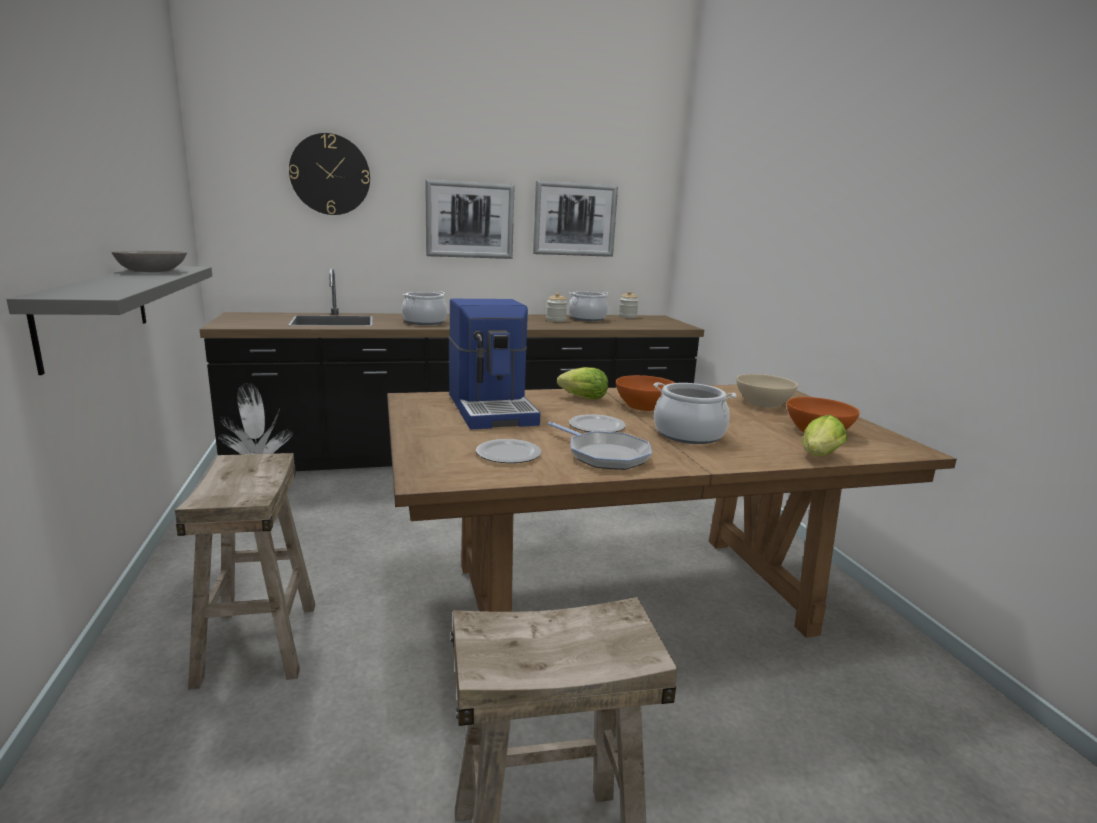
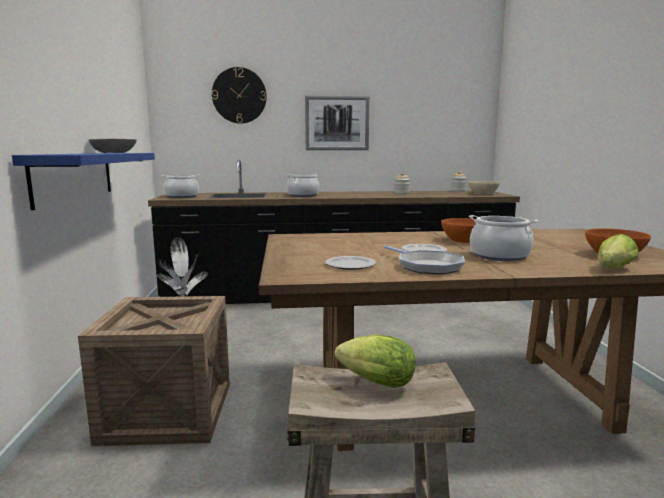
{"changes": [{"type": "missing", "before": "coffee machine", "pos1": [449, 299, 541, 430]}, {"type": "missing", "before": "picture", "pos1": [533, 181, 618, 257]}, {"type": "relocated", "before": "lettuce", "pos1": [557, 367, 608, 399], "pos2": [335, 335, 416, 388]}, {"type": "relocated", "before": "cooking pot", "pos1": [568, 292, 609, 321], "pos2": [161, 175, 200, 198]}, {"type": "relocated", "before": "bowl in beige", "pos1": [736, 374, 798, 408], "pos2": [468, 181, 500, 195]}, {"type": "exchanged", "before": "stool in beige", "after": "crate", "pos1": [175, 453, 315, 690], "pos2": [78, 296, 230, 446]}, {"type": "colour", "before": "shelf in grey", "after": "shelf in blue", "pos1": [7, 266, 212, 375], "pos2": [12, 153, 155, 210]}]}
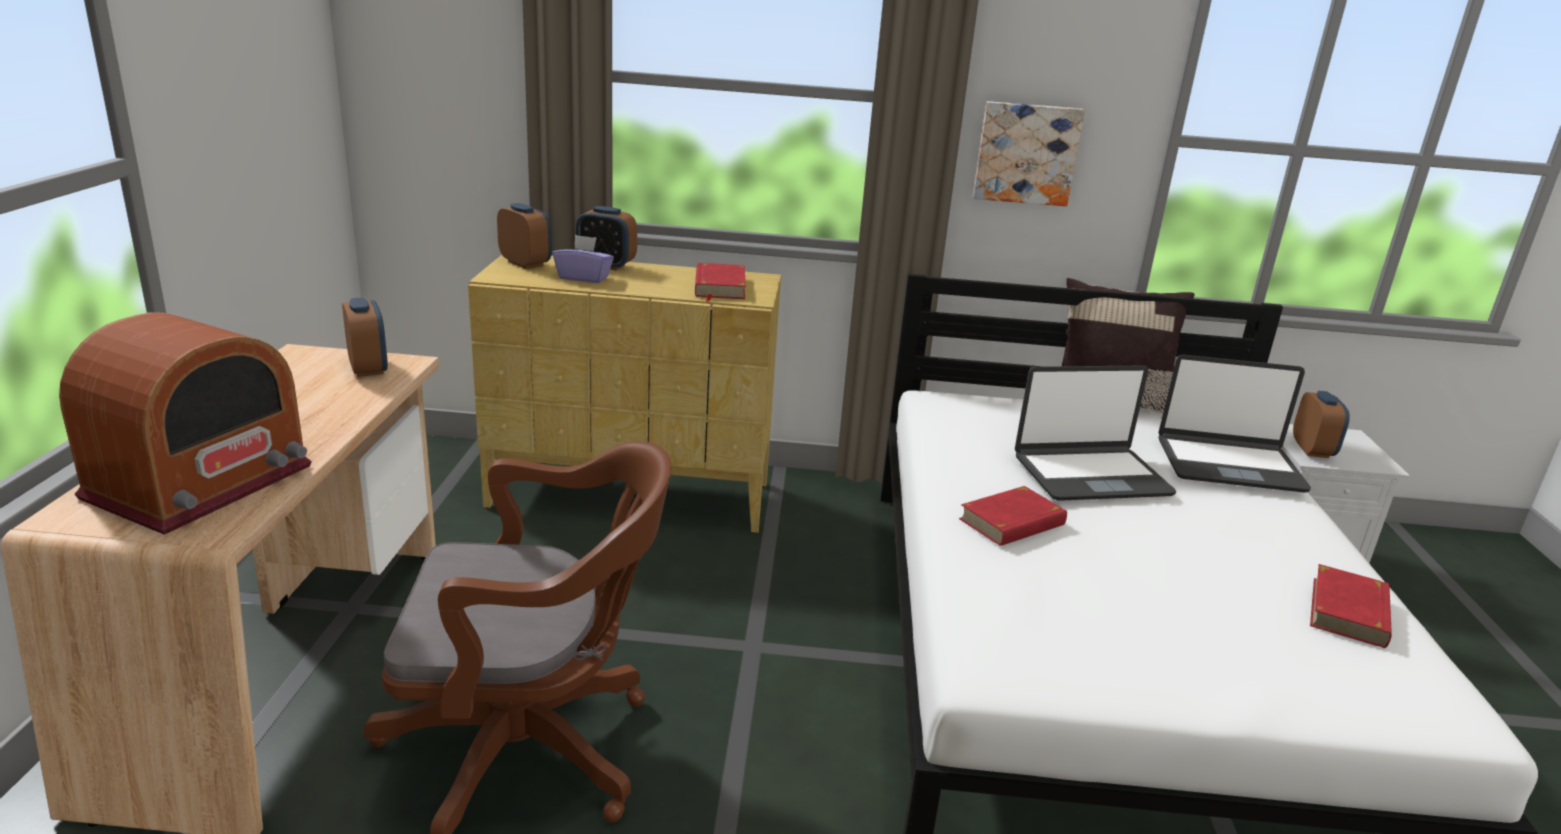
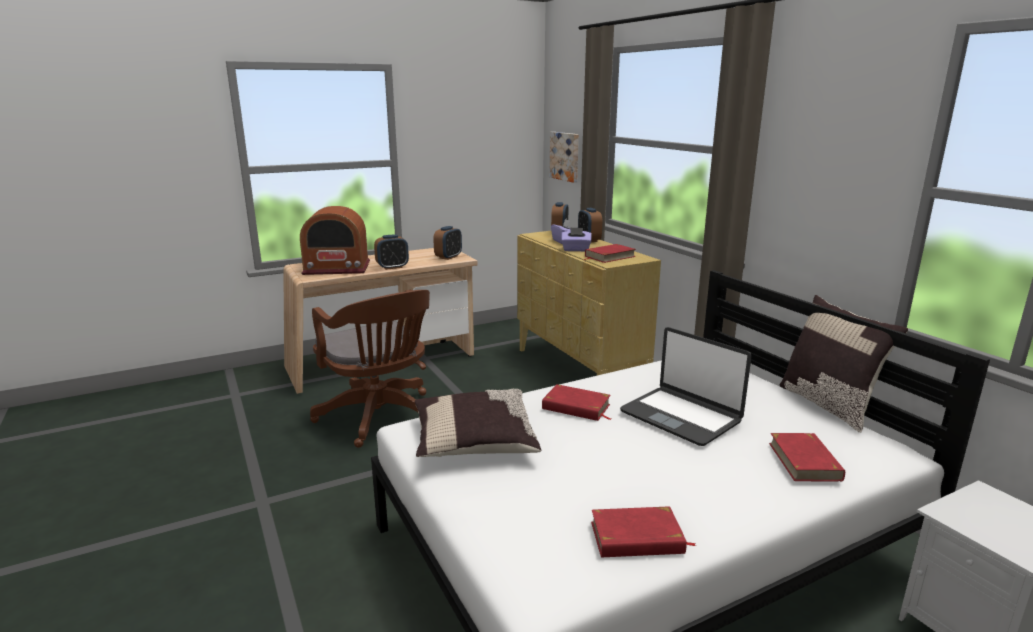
{"changes": [{"type": "appeared", "after": "pillow", "pos2": [415, 389, 542, 457]}, {"type": "appeared", "after": "tissue box in purple", "pos2": [561, 227, 592, 252]}, {"type": "relocated", "before": "picture", "pos1": [973, 101, 1085, 206], "pos2": [549, 132, 579, 182]}, {"type": "relocated", "before": "alarm clock", "pos1": [1293, 391, 1350, 458], "pos2": [374, 234, 409, 270]}, {"type": "exchanged", "before": "laptop", "after": "book in red", "pos1": [1158, 355, 1311, 493], "pos2": [769, 433, 845, 482]}]}
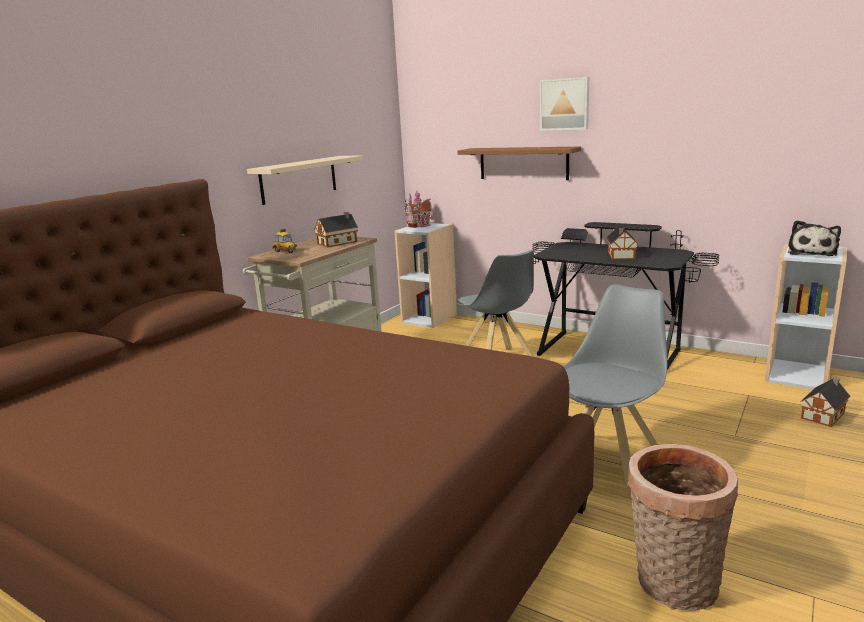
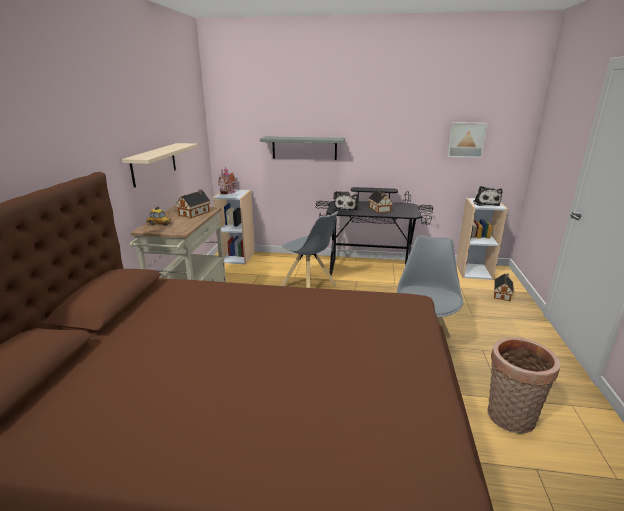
{"changes": [{"type": "appeared", "after": "plush toy", "pos2": [334, 191, 358, 211]}, {"type": "relocated", "before": "picture", "pos1": [540, 77, 589, 131], "pos2": [447, 122, 488, 158]}, {"type": "colour", "before": "shelf in brown", "after": "shelf in grey", "pos1": [457, 147, 581, 180], "pos2": [260, 137, 345, 160]}]}
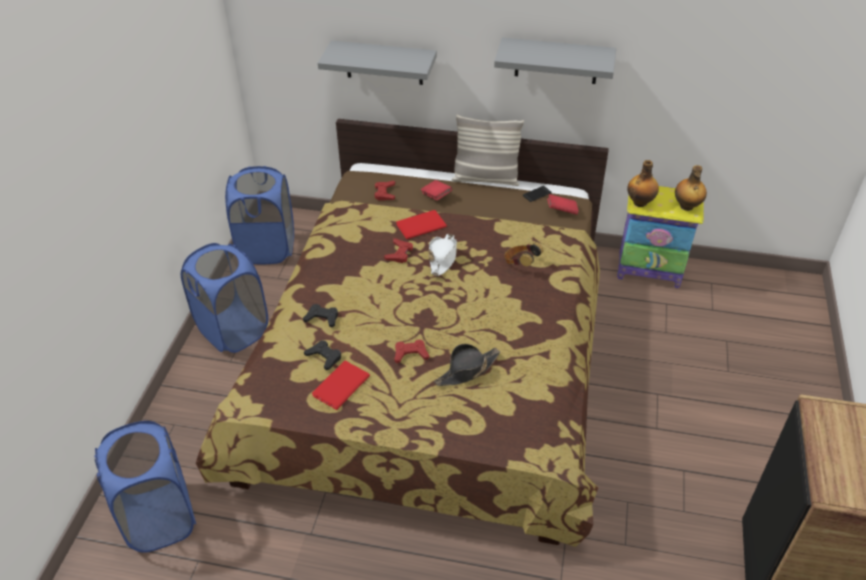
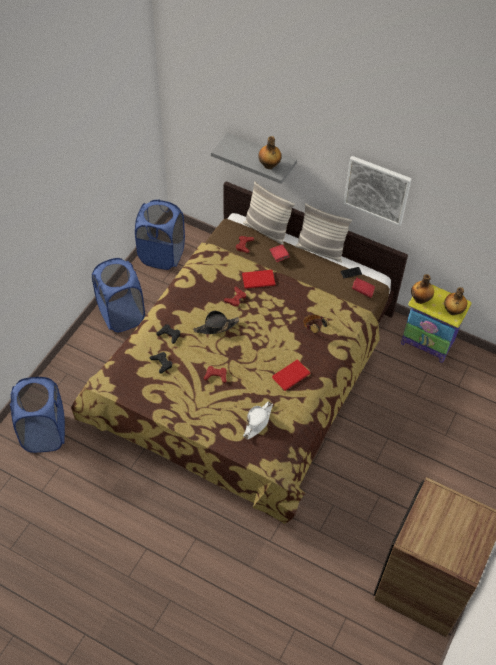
{"changes": [{"type": "appeared", "after": "pillow", "pos2": [243, 182, 295, 245]}, {"type": "appeared", "after": "bottle", "pos2": [258, 136, 282, 169]}, {"type": "relocated", "before": "book in red", "pos1": [312, 361, 370, 410], "pos2": [272, 359, 311, 391]}, {"type": "relocated", "before": "hat in white", "pos1": [429, 234, 457, 276], "pos2": [243, 401, 273, 440]}, {"type": "relocated", "before": "hat in black", "pos1": [434, 344, 500, 386], "pos2": [193, 311, 239, 334]}, {"type": "exchanged", "before": "shelf in grey", "after": "picture", "pos1": [494, 37, 616, 84], "pos2": [343, 156, 412, 226]}]}
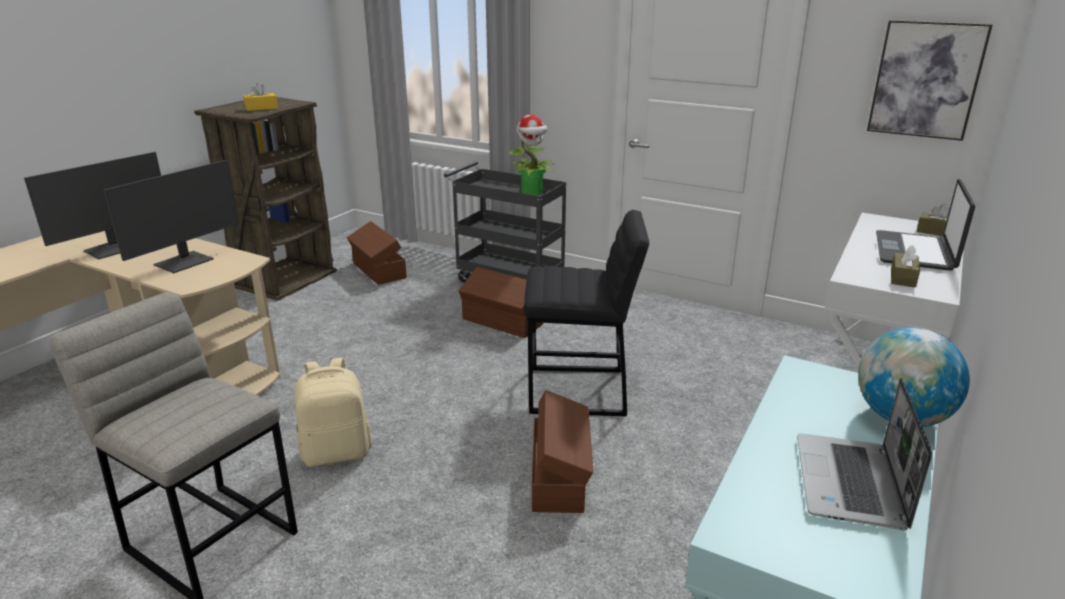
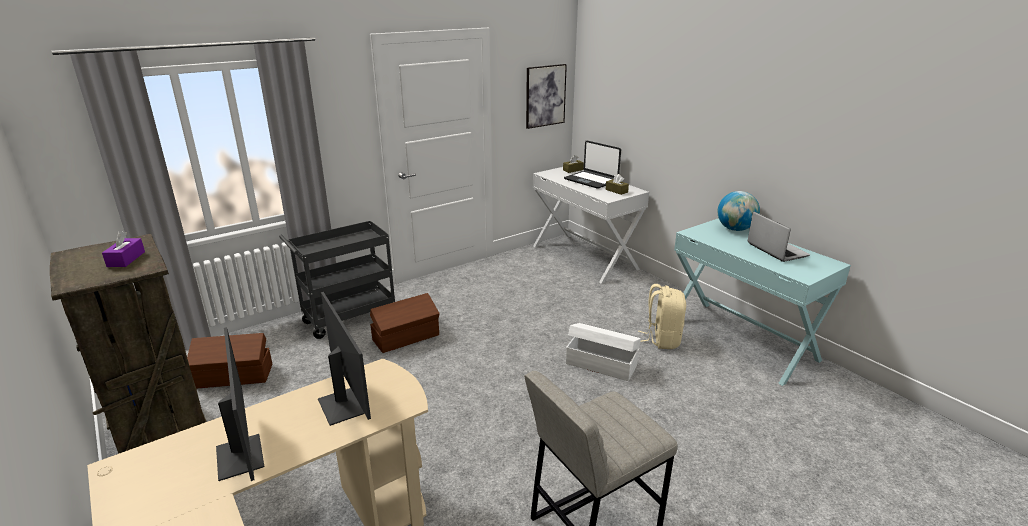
{"changes": [{"type": "missing", "before": "potted plant", "pos1": [509, 115, 555, 196]}, {"type": "missing", "before": "chair in black", "pos1": [524, 210, 649, 416]}, {"type": "relocated", "before": "backpack in beige", "pos1": [295, 358, 372, 467], "pos2": [638, 284, 686, 349]}, {"type": "colour", "before": "tissue box in yellow", "after": "tissue box in purple", "pos1": [243, 83, 278, 111], "pos2": [102, 231, 145, 267]}, {"type": "colour", "before": "storage box in brown", "after": "storage box in white", "pos1": [532, 390, 593, 513], "pos2": [566, 323, 641, 381]}, {"type": "spun", "before": "laptop", "pos1": [797, 378, 932, 531], "pos2": [748, 211, 810, 262], "turn": -150}]}
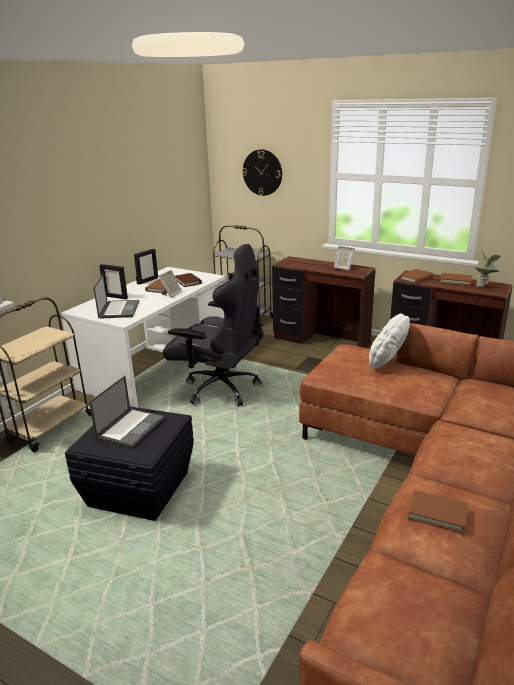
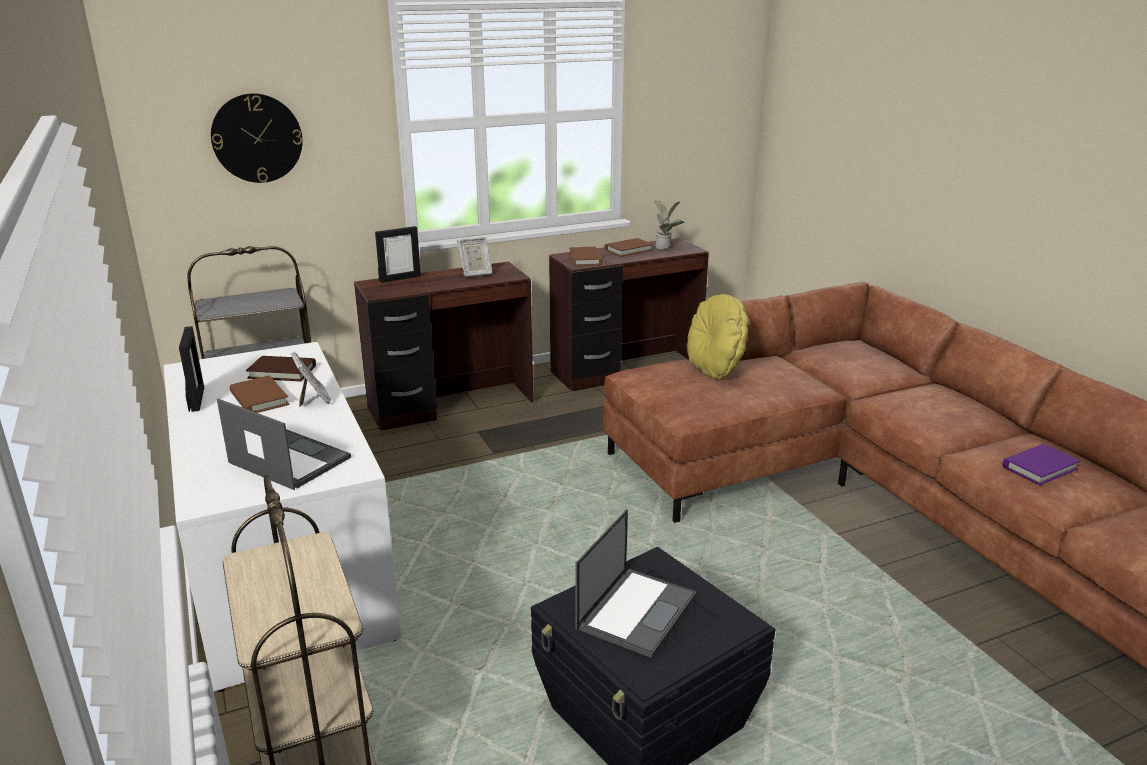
{"changes": [{"type": "missing", "before": "office chair in black", "pos1": [163, 244, 264, 407]}, {"type": "relocated", "before": "picture frame", "pos1": [99, 264, 128, 299], "pos2": [375, 226, 421, 283]}, {"type": "colour", "before": "pillow in white", "after": "pillow in yellow", "pos1": [369, 314, 410, 368], "pos2": [687, 294, 749, 380]}, {"type": "colour", "before": "book in brown", "after": "book in purple", "pos1": [408, 490, 468, 534], "pos2": [1002, 444, 1080, 485]}, {"type": "spun", "before": "laptop", "pos1": [89, 376, 164, 448], "pos2": [575, 509, 696, 658], "turn": 60}]}
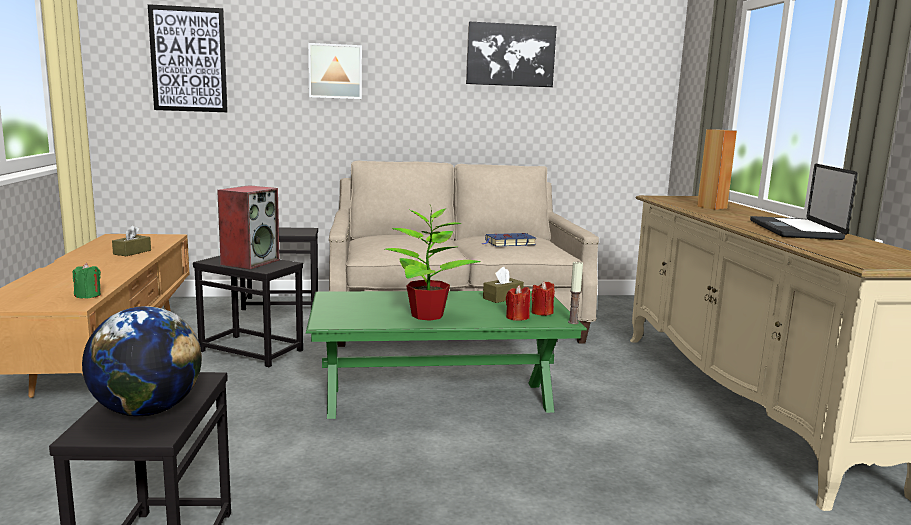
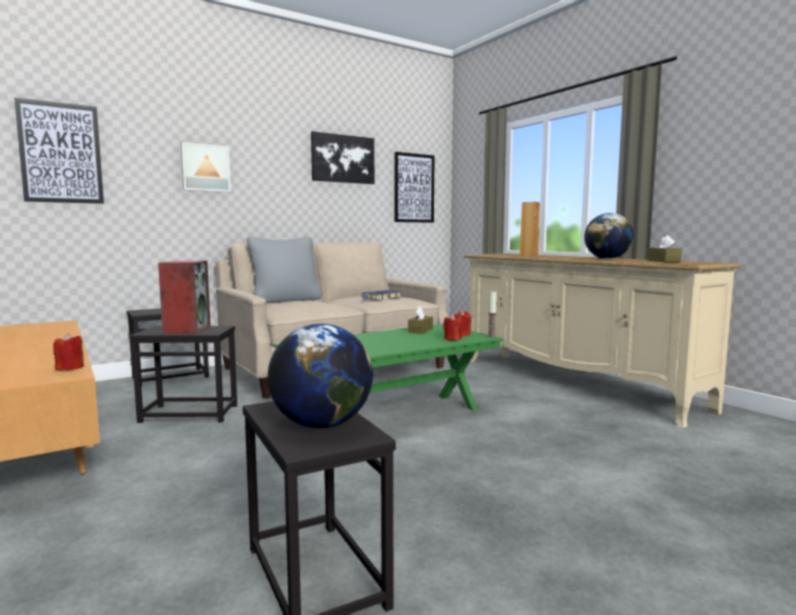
{"changes": [{"type": "missing", "before": "potted plant", "pos1": [385, 205, 481, 321]}, {"type": "appeared", "after": "pillow in grey", "pos2": [247, 237, 322, 303]}, {"type": "appeared", "after": "picture", "pos2": [394, 152, 434, 223]}, {"type": "relocated", "before": "tissue box in brown", "pos1": [112, 225, 151, 256], "pos2": [648, 235, 682, 262]}, {"type": "exchanged", "before": "laptop", "after": "globe", "pos1": [750, 164, 858, 240], "pos2": [584, 213, 633, 259]}, {"type": "colour", "before": "candle in green", "after": "candle in red", "pos1": [73, 263, 101, 299], "pos2": [53, 333, 84, 370]}]}
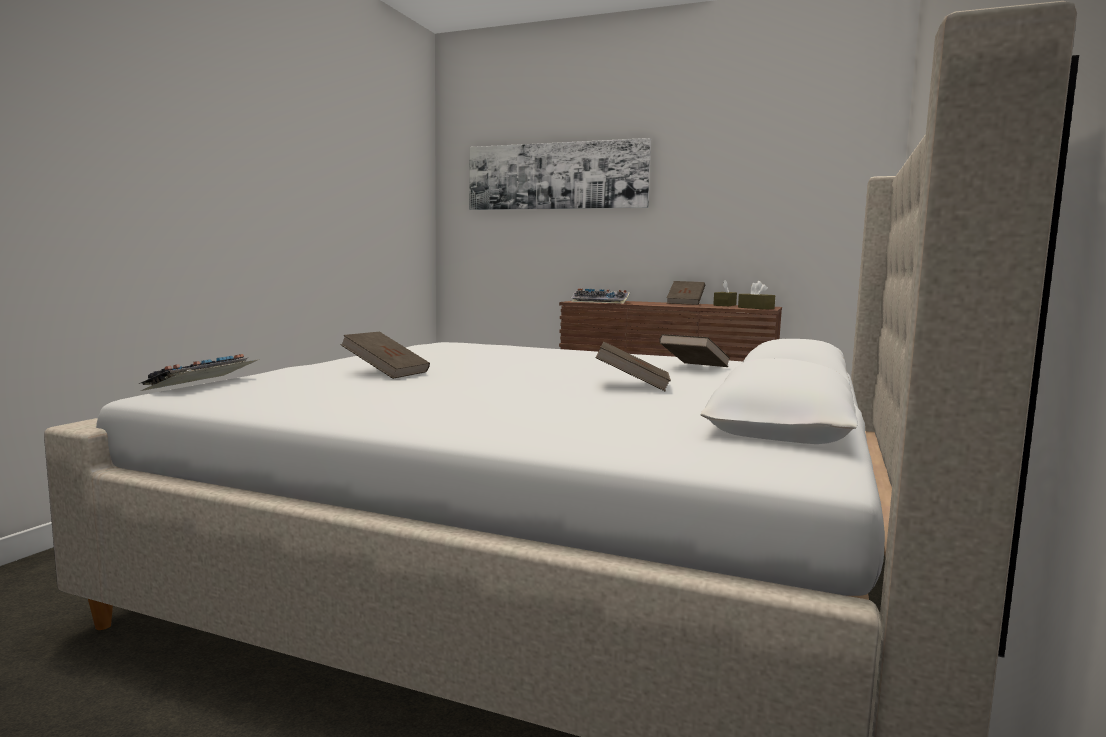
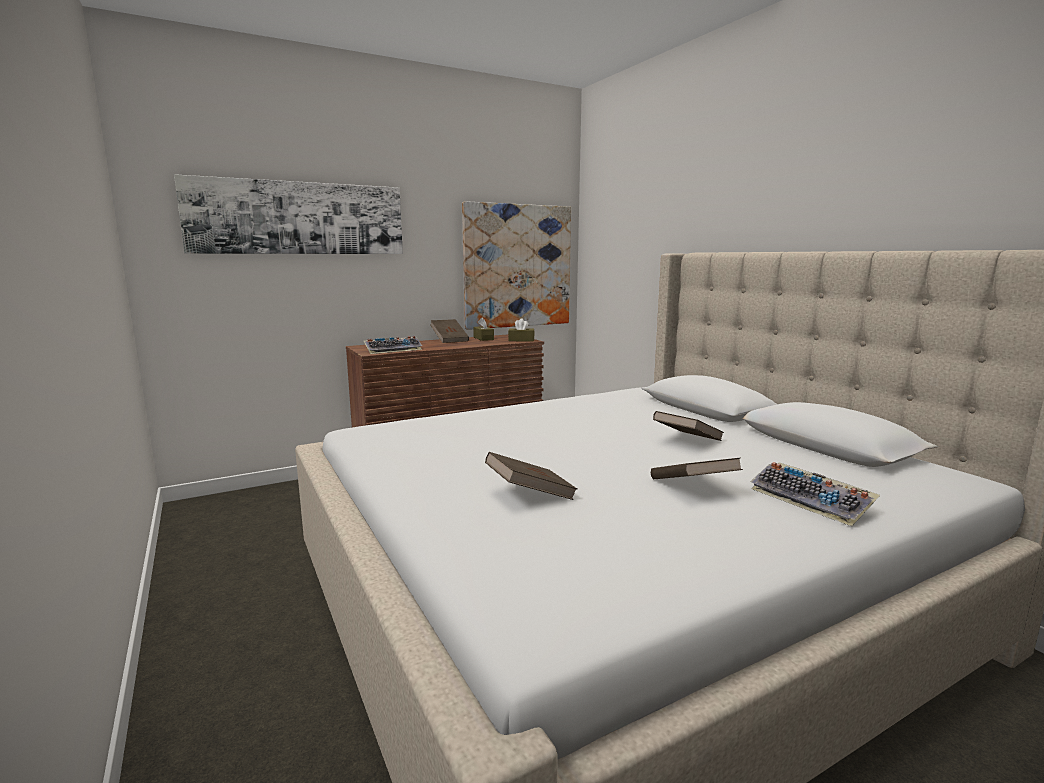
{"changes": [{"type": "appeared", "after": "picture", "pos2": [462, 201, 571, 330]}, {"type": "relocated", "before": "keyboard", "pos1": [138, 354, 259, 391], "pos2": [750, 462, 880, 526]}, {"type": "relocated", "before": "book in brown", "pos1": [659, 334, 730, 367], "pos2": [651, 458, 743, 479]}]}
